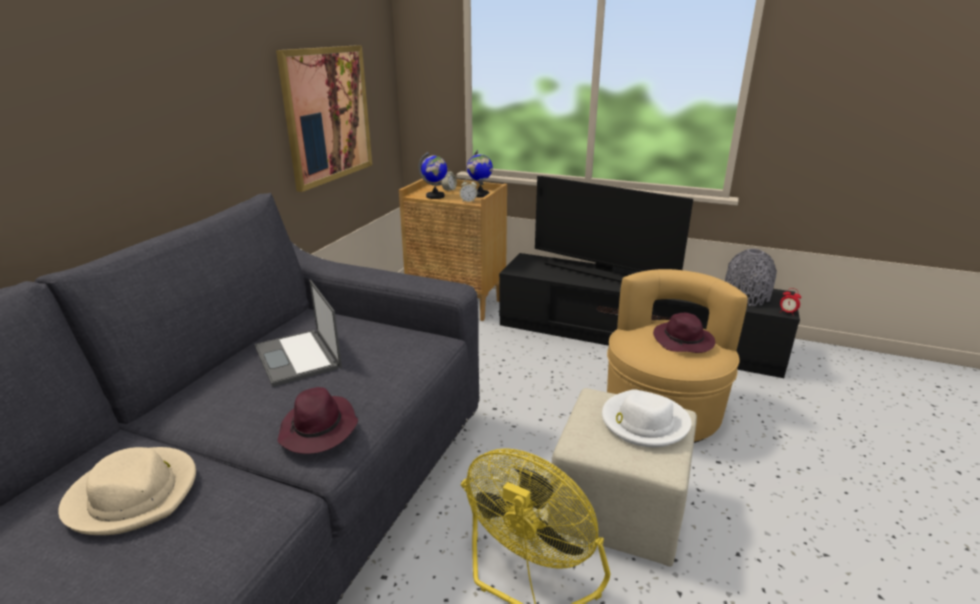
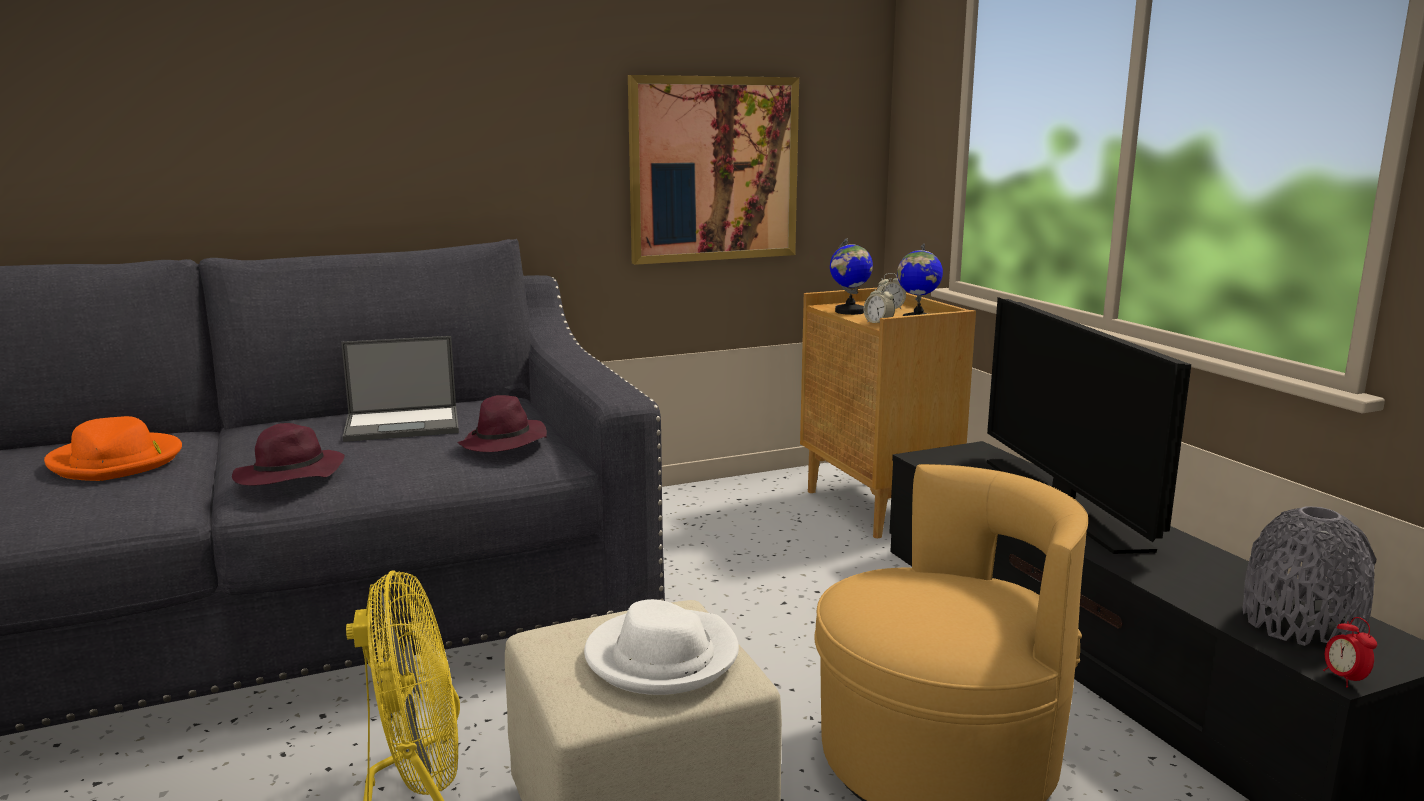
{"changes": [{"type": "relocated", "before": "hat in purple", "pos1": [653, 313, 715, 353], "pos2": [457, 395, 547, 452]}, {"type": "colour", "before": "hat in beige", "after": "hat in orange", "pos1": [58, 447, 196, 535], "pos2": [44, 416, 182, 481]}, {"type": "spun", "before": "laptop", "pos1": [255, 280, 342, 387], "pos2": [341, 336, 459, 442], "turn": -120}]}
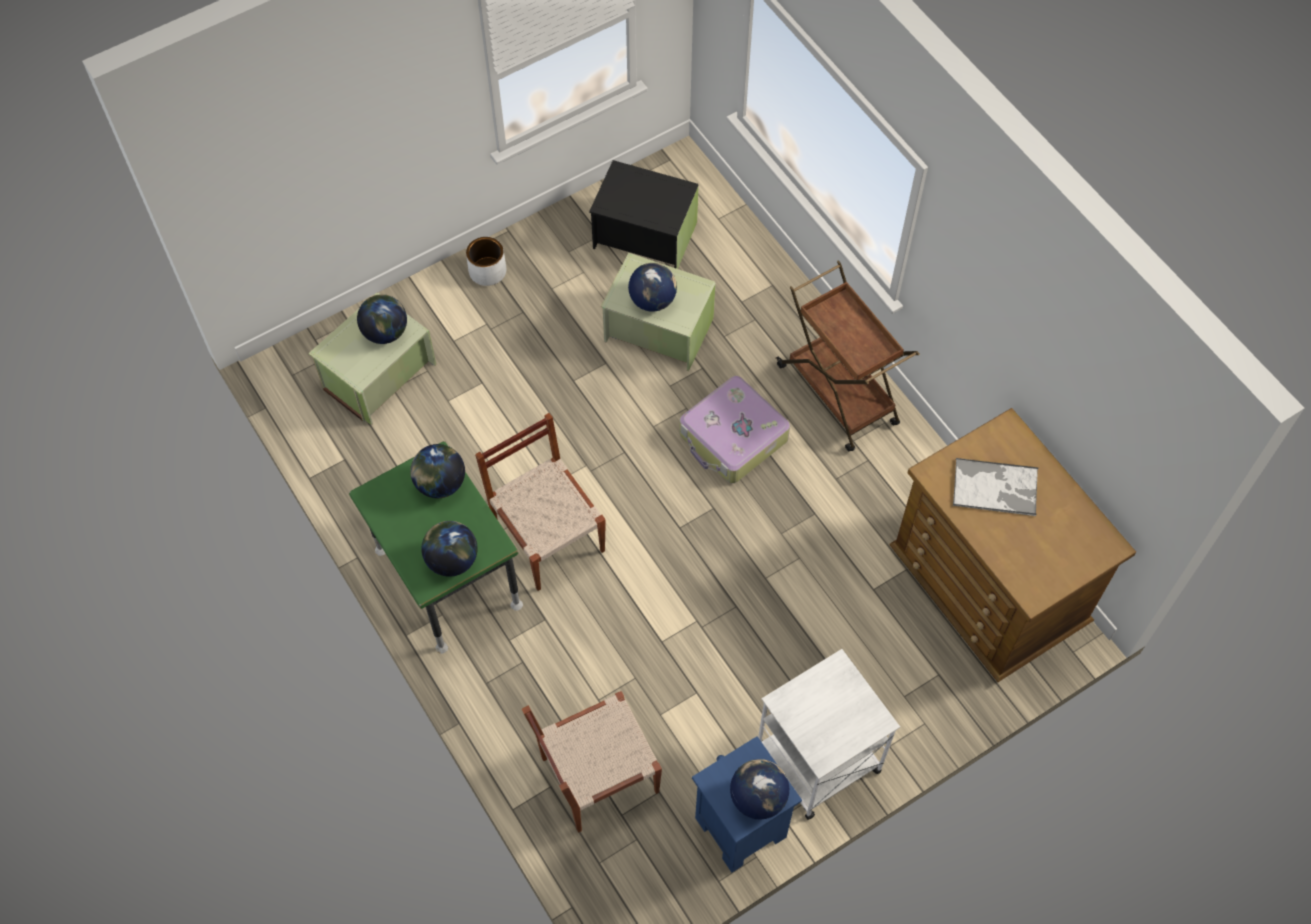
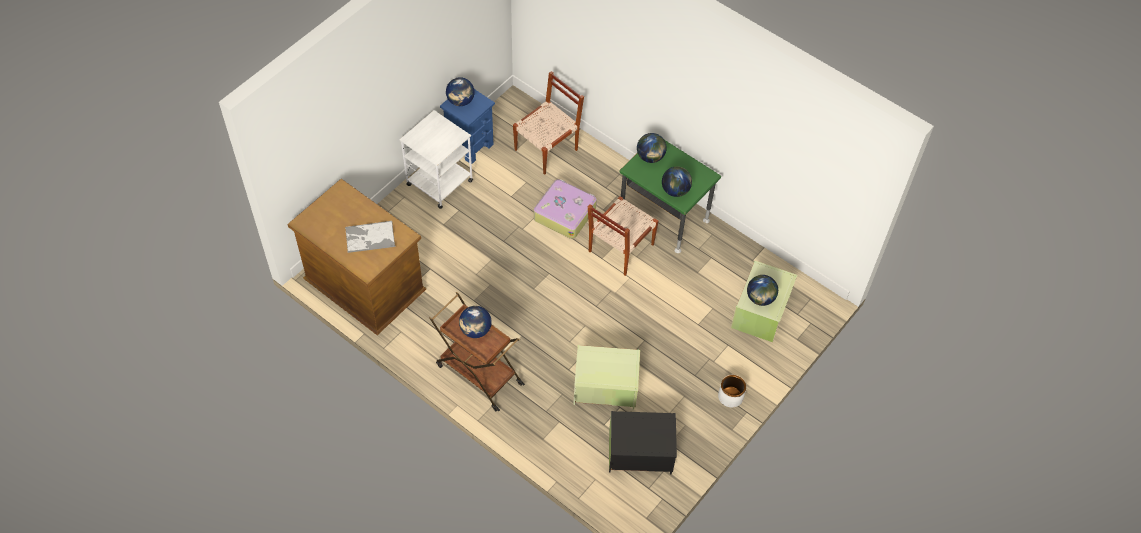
{"changes": [{"type": "relocated", "before": "globe", "pos1": [628, 263, 677, 312], "pos2": [459, 306, 492, 338]}, {"type": "relocated", "before": "suitcase", "pos1": [679, 376, 790, 483], "pos2": [534, 179, 597, 239]}, {"type": "spun", "before": "chair", "pos1": [475, 413, 606, 591], "pos2": [588, 196, 658, 276], "turn": 90}]}
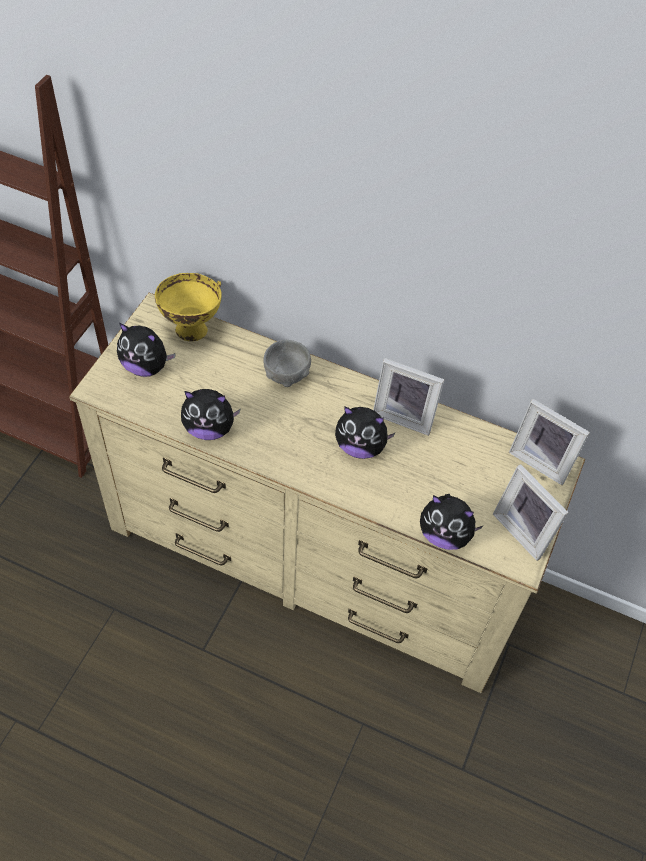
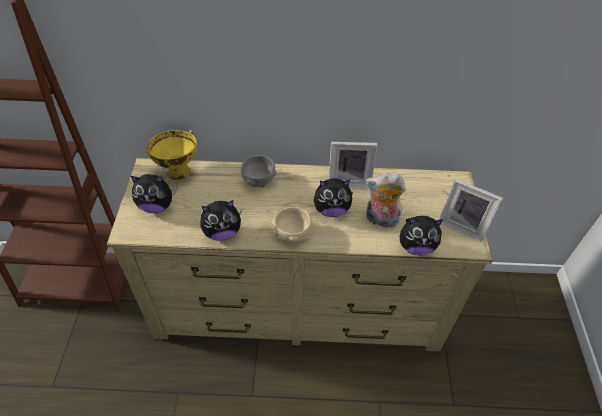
{"changes": [{"type": "missing", "before": "picture frame", "pos1": [509, 399, 590, 485]}, {"type": "appeared", "after": "bowl in beige", "pos2": [272, 207, 312, 242]}, {"type": "appeared", "after": "plush toy", "pos2": [366, 173, 406, 228]}]}
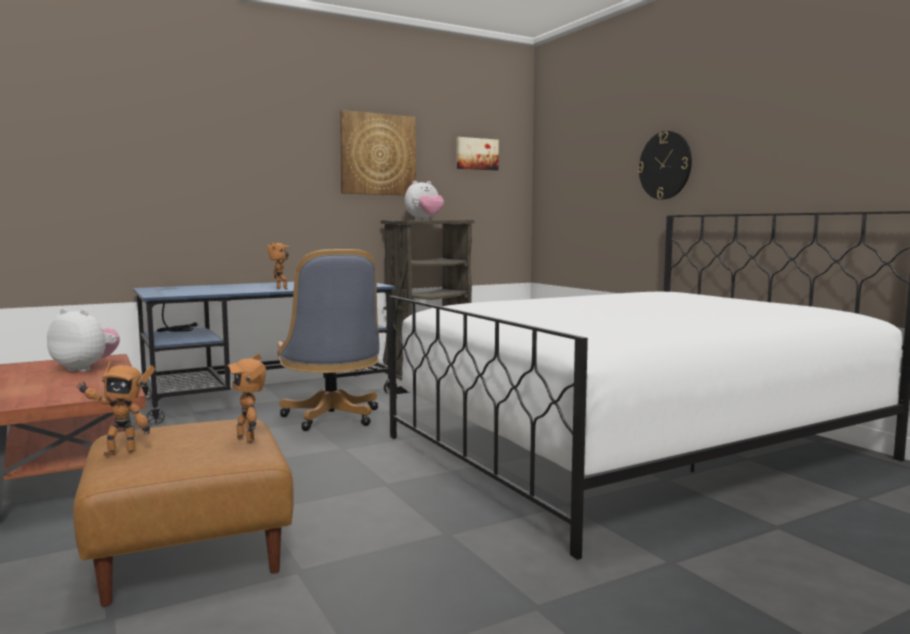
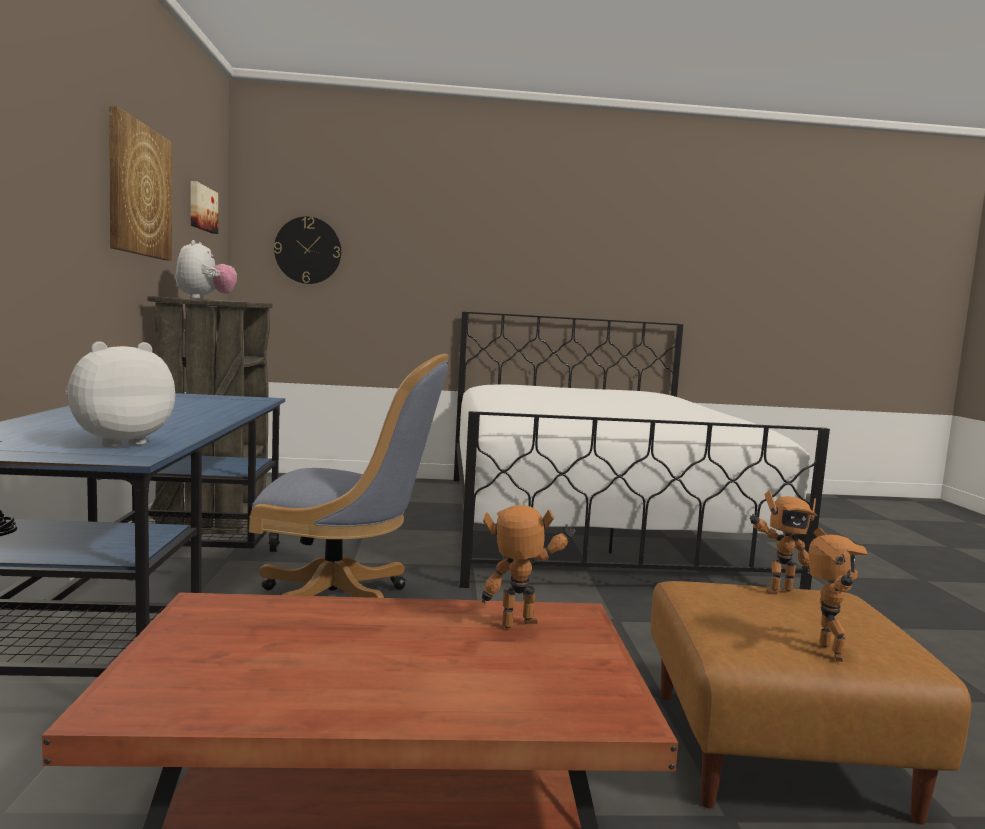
{"changes": [{"type": "relocated", "before": "plush toy", "pos1": [47, 308, 120, 372], "pos2": [65, 342, 175, 448]}, {"type": "relocated", "before": "toy robot", "pos1": [266, 242, 289, 289], "pos2": [482, 505, 575, 629]}, {"type": "relocated", "before": "wall clock", "pos1": [637, 131, 692, 200], "pos2": [274, 216, 341, 284]}]}
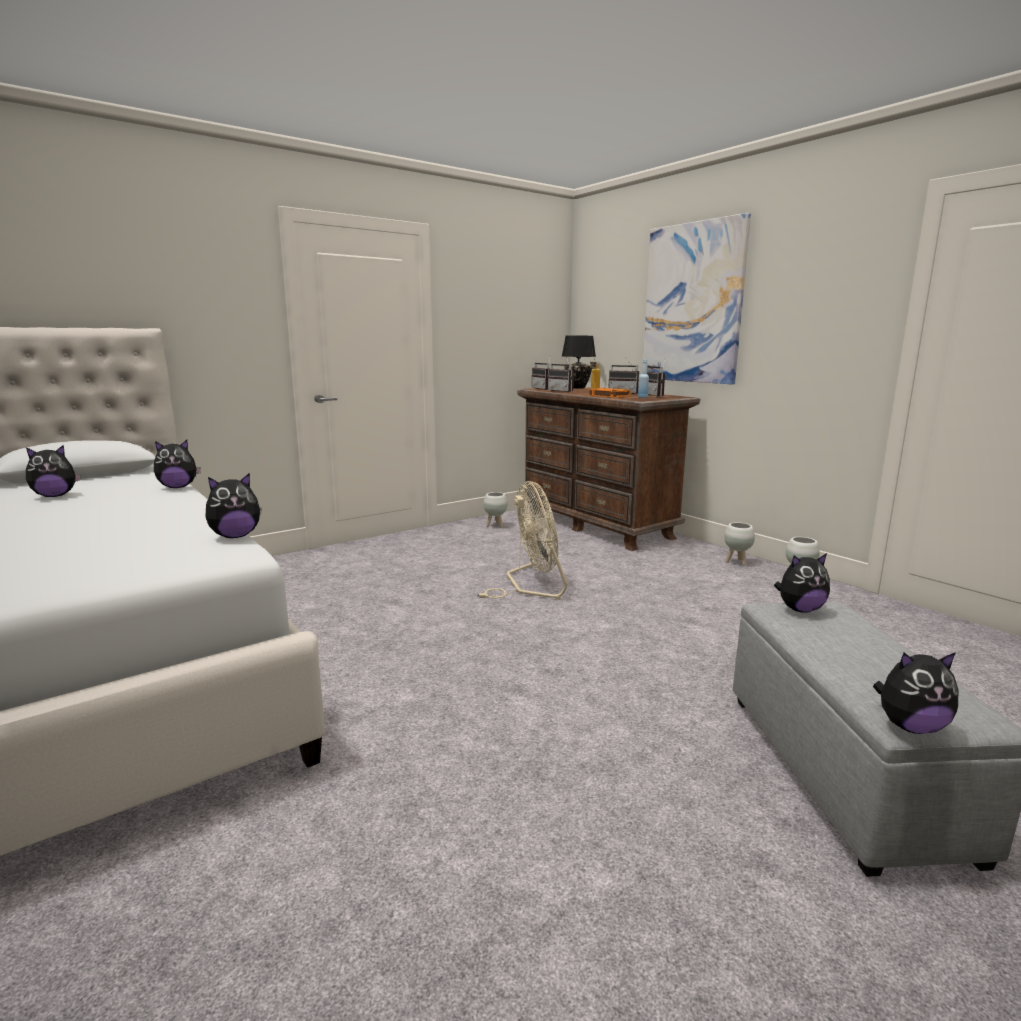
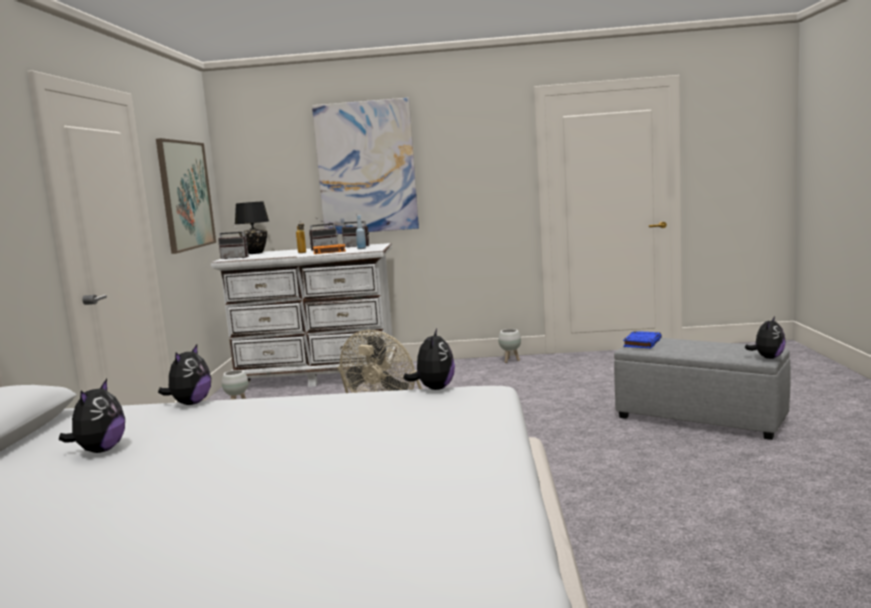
{"changes": [{"type": "missing", "before": "radio", "pos1": [548, 359, 574, 392]}, {"type": "missing", "before": "planter in white", "pos1": [724, 522, 755, 566]}, {"type": "appeared", "after": "picture", "pos2": [156, 138, 216, 254]}, {"type": "exchanged", "before": "plush toy", "after": "book in blue", "pos1": [774, 553, 830, 613], "pos2": [623, 331, 662, 348]}, {"type": "colour", "before": "dresser in brown", "after": "dresser in white", "pos1": [517, 387, 700, 551], "pos2": [211, 243, 397, 387]}]}
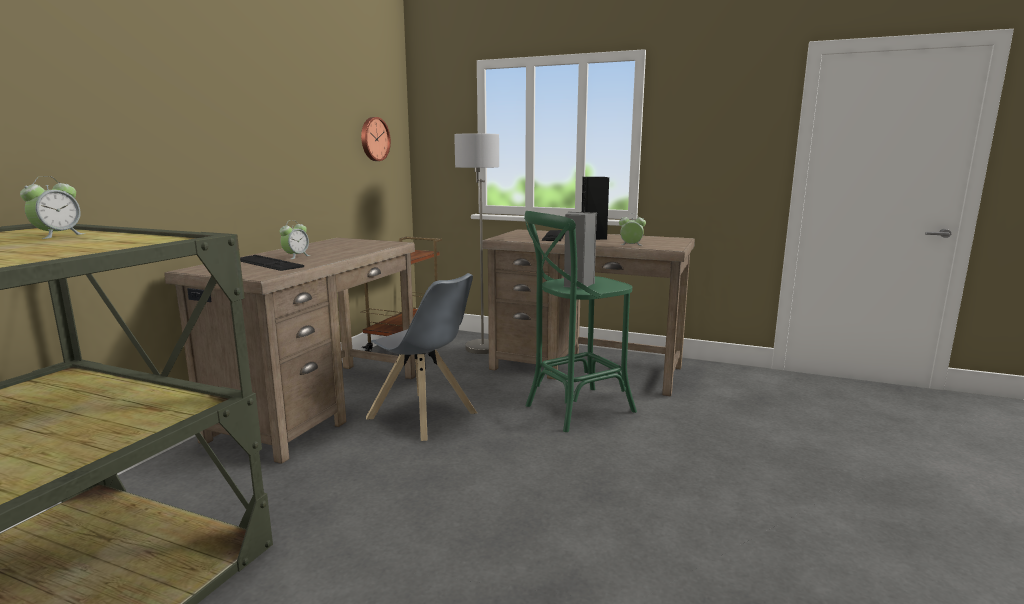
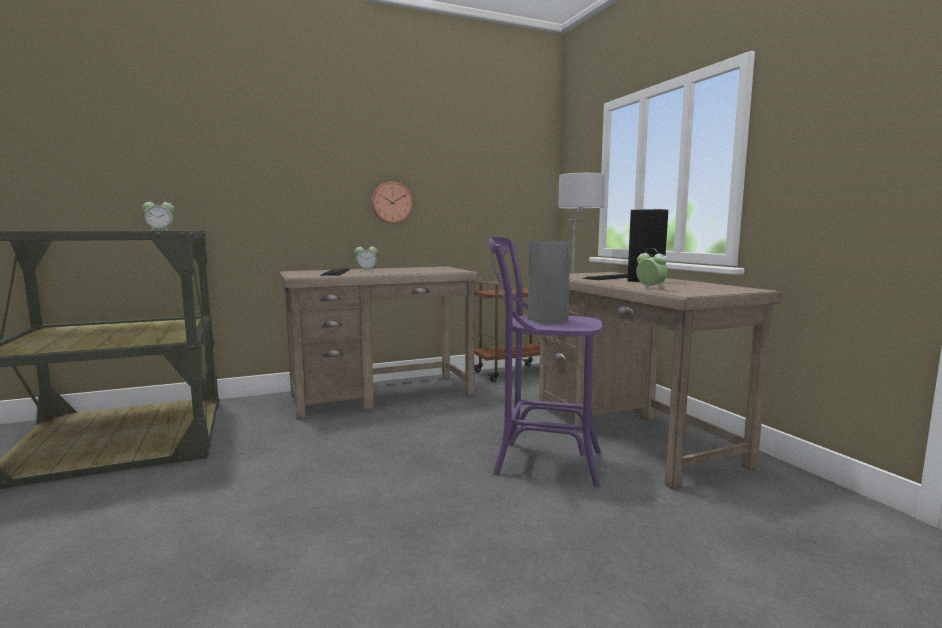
{"changes": [{"type": "missing", "before": "chair in grey", "pos1": [366, 273, 477, 441]}, {"type": "relocated", "before": "wall clock", "pos1": [361, 117, 391, 161], "pos2": [371, 182, 413, 223]}, {"type": "colour", "before": "stool in green", "after": "stool in purple", "pos1": [524, 211, 637, 432], "pos2": [488, 237, 602, 487]}]}
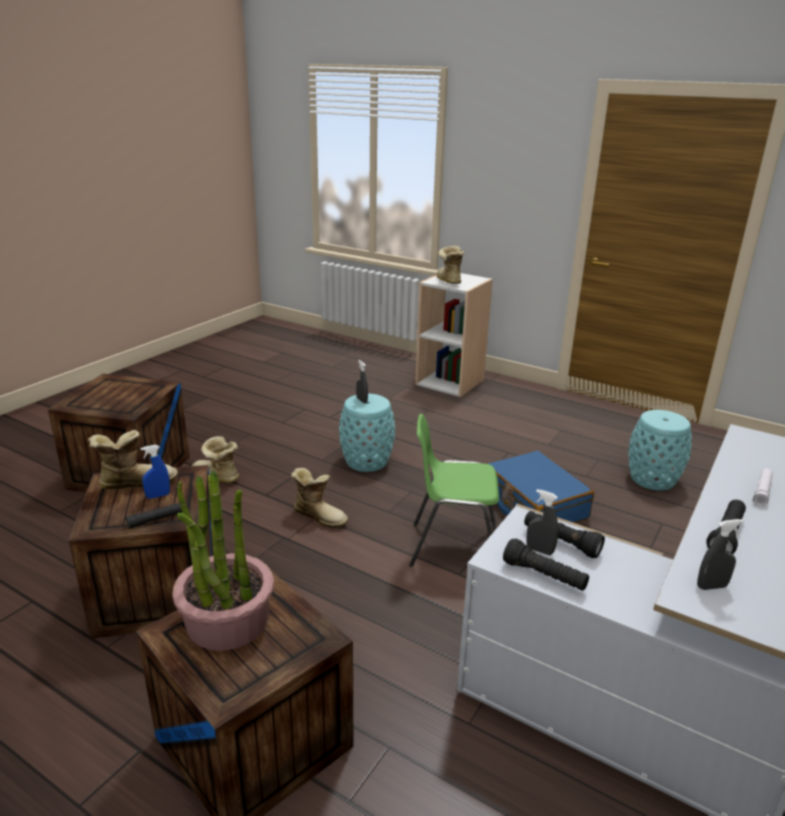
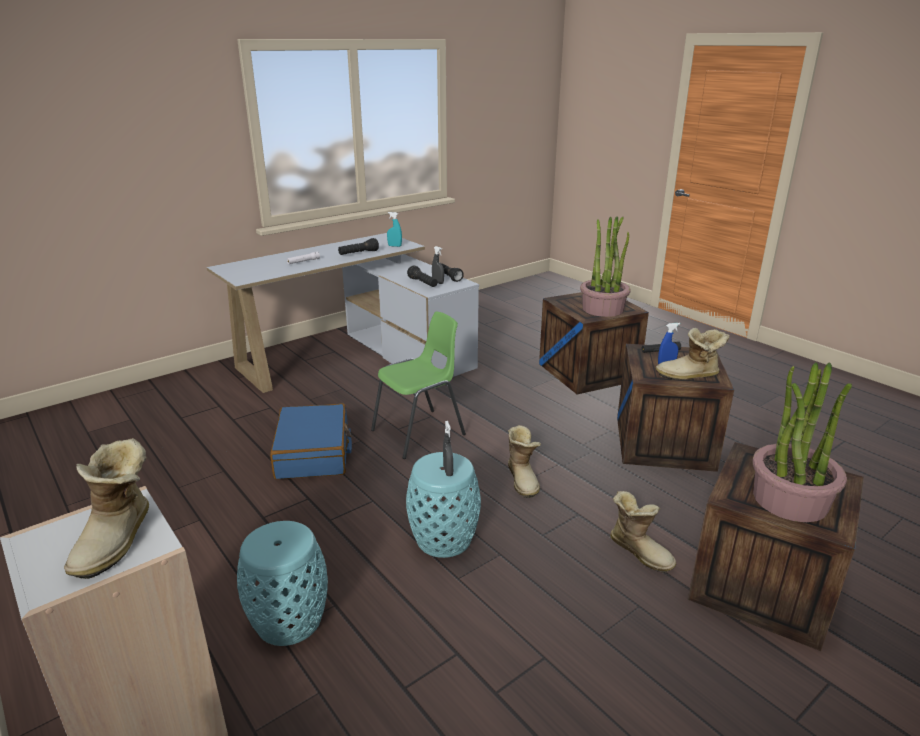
{"changes": [{"type": "appeared", "after": "potted plant", "pos2": [752, 362, 852, 522]}, {"type": "relocated", "before": "stool in turquoise", "pos1": [629, 410, 692, 491], "pos2": [237, 521, 328, 646]}, {"type": "colour", "before": "spray bottle in grey", "after": "spray bottle in turquoise", "pos1": [697, 519, 744, 590], "pos2": [387, 212, 402, 247]}, {"type": "spun", "before": "boot", "pos1": [291, 468, 348, 529], "pos2": [508, 425, 541, 498], "turn": -150}, {"type": "spun", "before": "chair in green", "pos1": [409, 414, 499, 567], "pos2": [371, 311, 466, 459], "turn": -60}]}
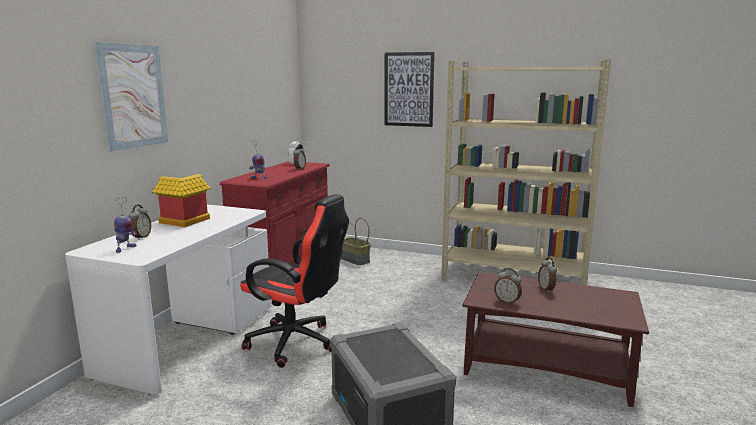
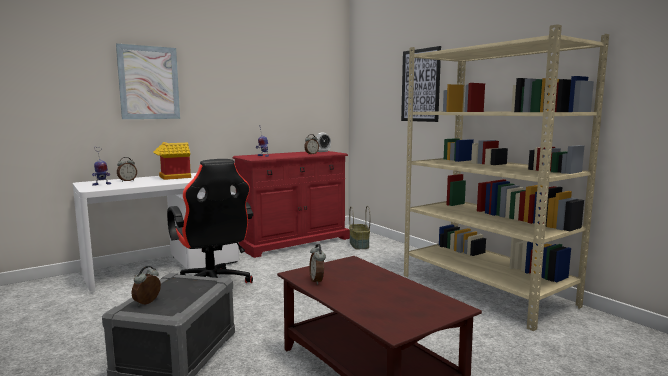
{"changes": [{"type": "relocated", "before": "alarm clock", "pos1": [538, 257, 558, 293], "pos2": [131, 266, 161, 306]}]}
